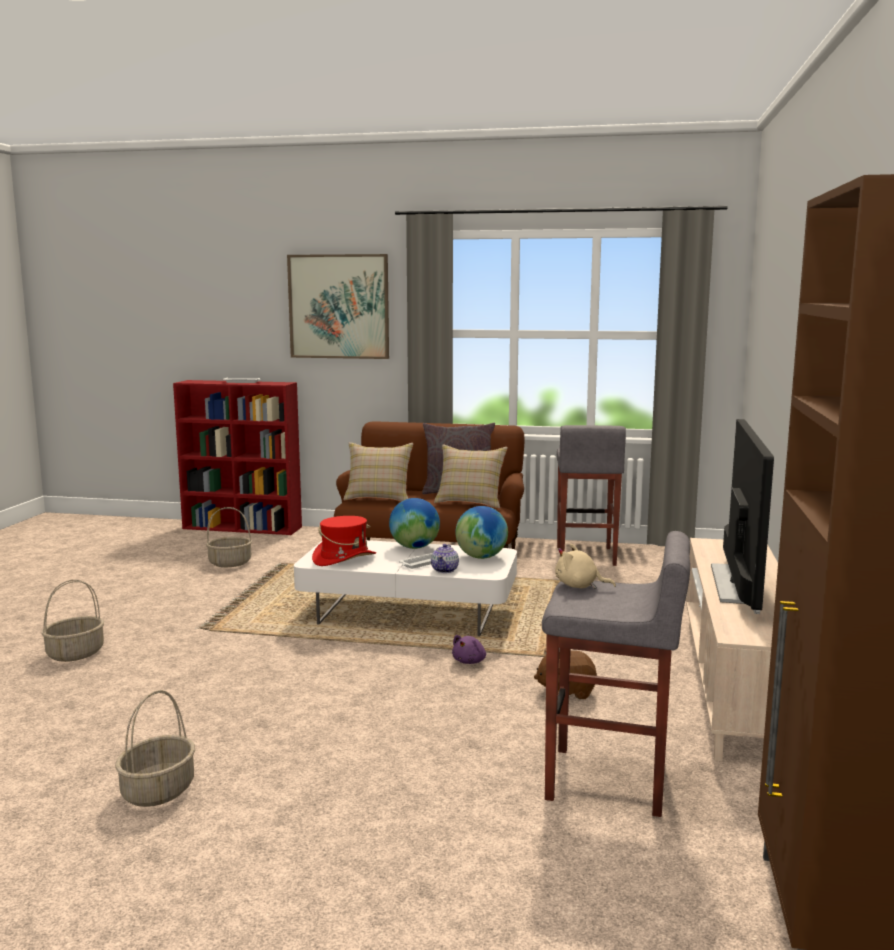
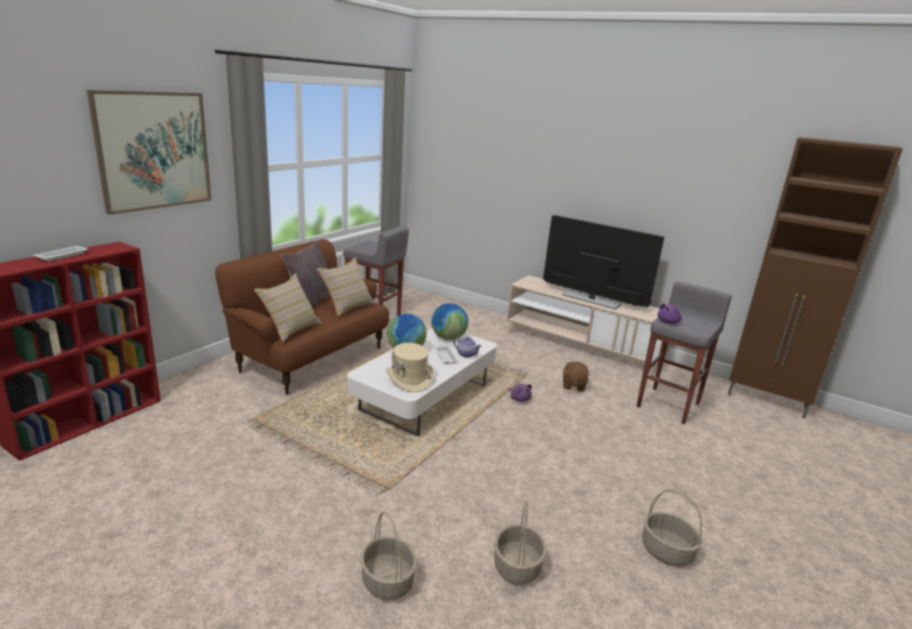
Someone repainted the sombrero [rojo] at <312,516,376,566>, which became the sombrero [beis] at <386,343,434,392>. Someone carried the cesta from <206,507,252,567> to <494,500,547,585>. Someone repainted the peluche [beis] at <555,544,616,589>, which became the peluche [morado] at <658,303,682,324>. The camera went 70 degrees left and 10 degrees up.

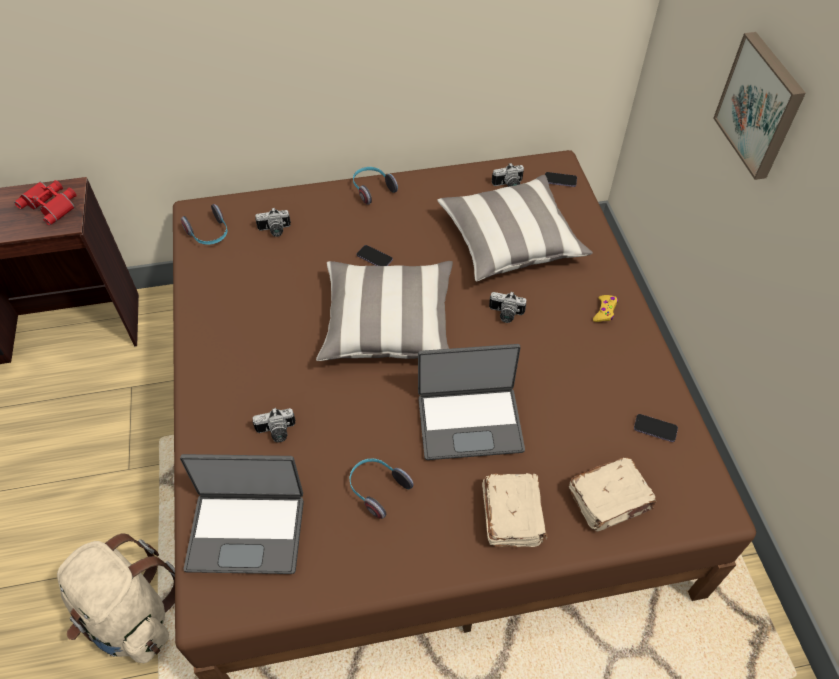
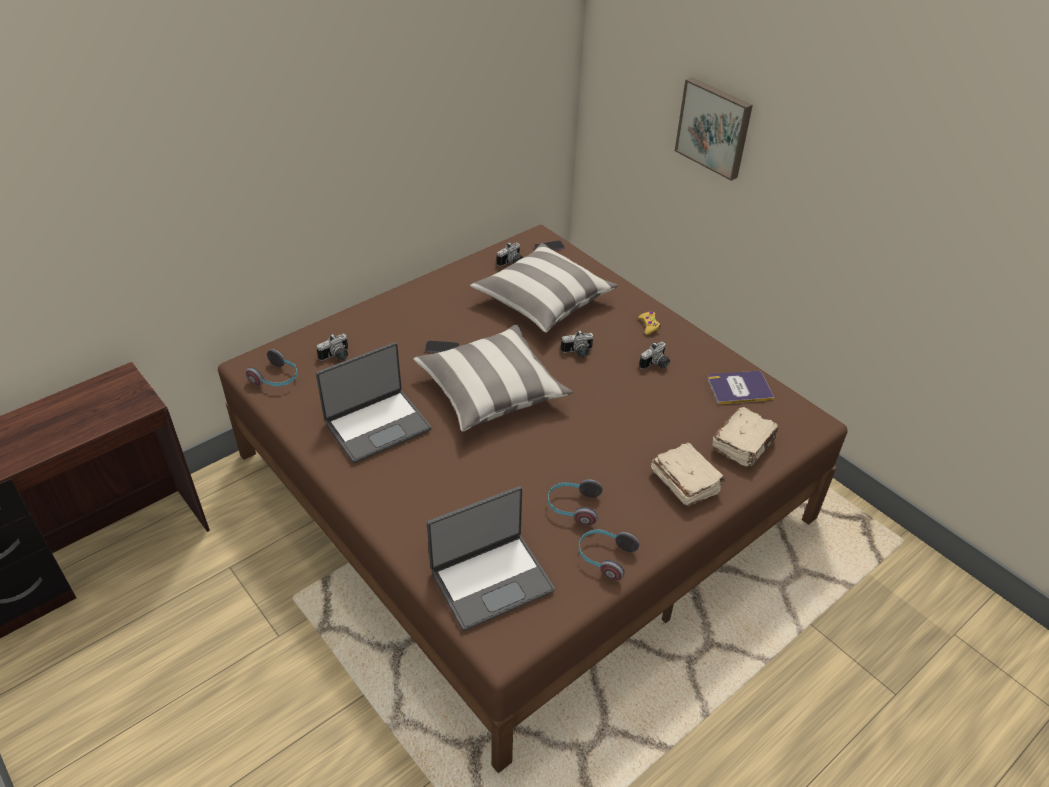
Someone carried the portátil from <418,344,525,460> to <316,342,431,463>. Someone carried the auriculares from <353,167,398,205> to <579,530,639,580>. Someone carried the cámara from <253,408,296,442> to <639,342,670,370>. Someone swapped the móvil at <634,414,678,442> for the libro at <708,371,774,405>. Someone took away the prismáticos [rojo] at <14,180,76,226>. Someone took away the mochila [beis] at <57,533,175,663>. The camera went 30 degrees left and 10 degrees down.

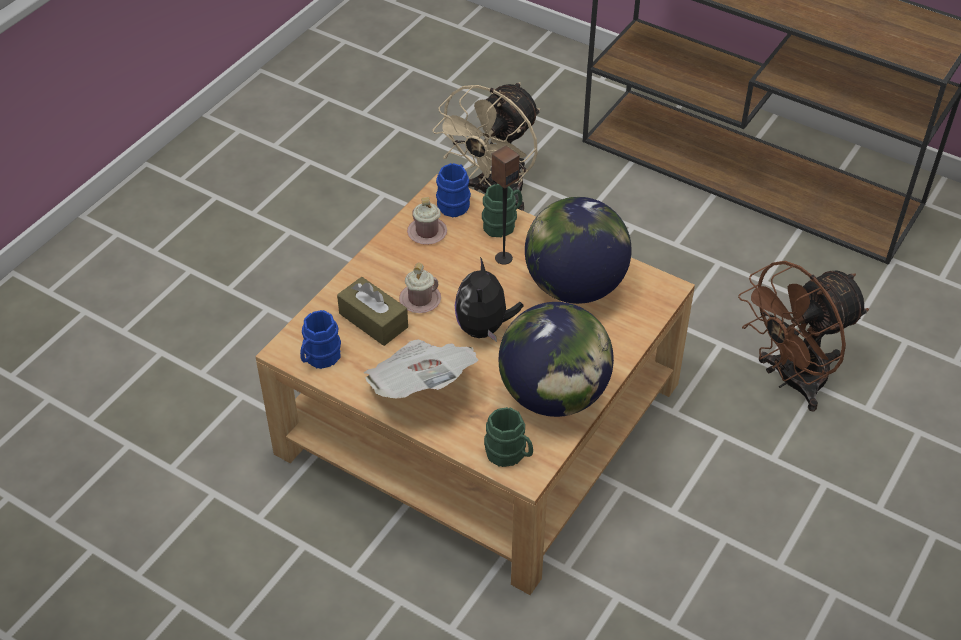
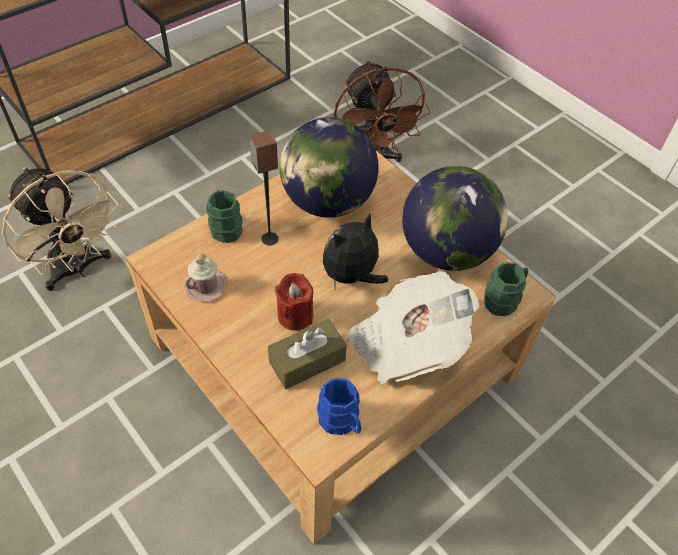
Someone swapped the taza grande [rosa] at <399,263,441,313> for the vela [rojo] at <275,273,314,330>. Someone rotated the peluche at <455,257,524,342> by 120 degrees clockwise. Someone took away the taza grande [azul] at <436,163,471,217>. The camera went 75 degrees left and 5 degrees up.

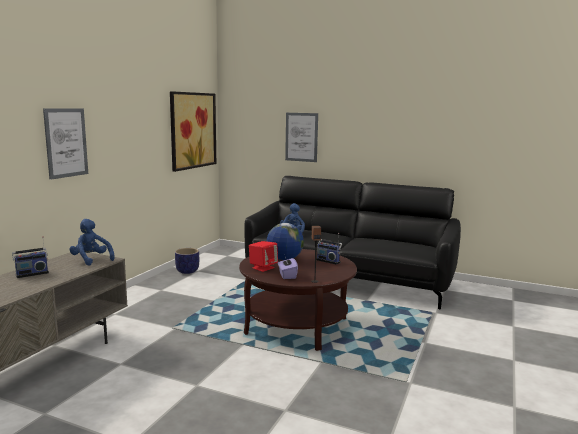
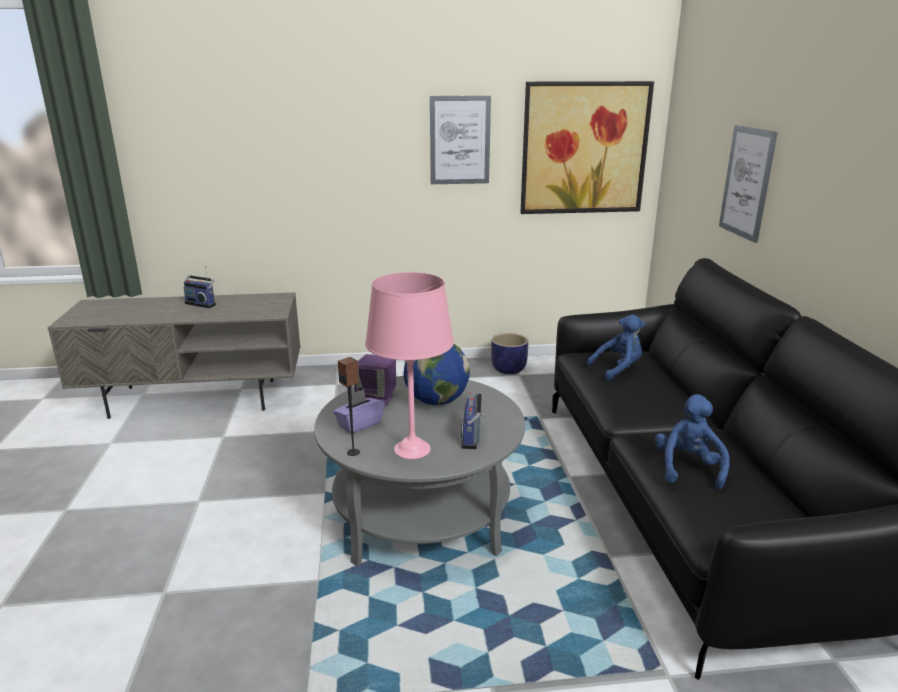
Someone repainted the mesa de centro [marrón] at <239,249,357,351>, which became the mesa de centro [gris] at <314,376,525,567>. Someone repainted the altavoz [rojo] at <249,241,278,272>, which became the altavoz [morado] at <354,354,396,406>. Someone put down the lámpara de mesa [rosa] at <365,272,454,459>. Someone carried the cuadro from <43,108,88,180> to <430,96,491,184>. Someone carried the peluche [azul] from <69,219,115,266> to <655,394,730,490>. The camera went 60 degrees right and 10 degrees up.

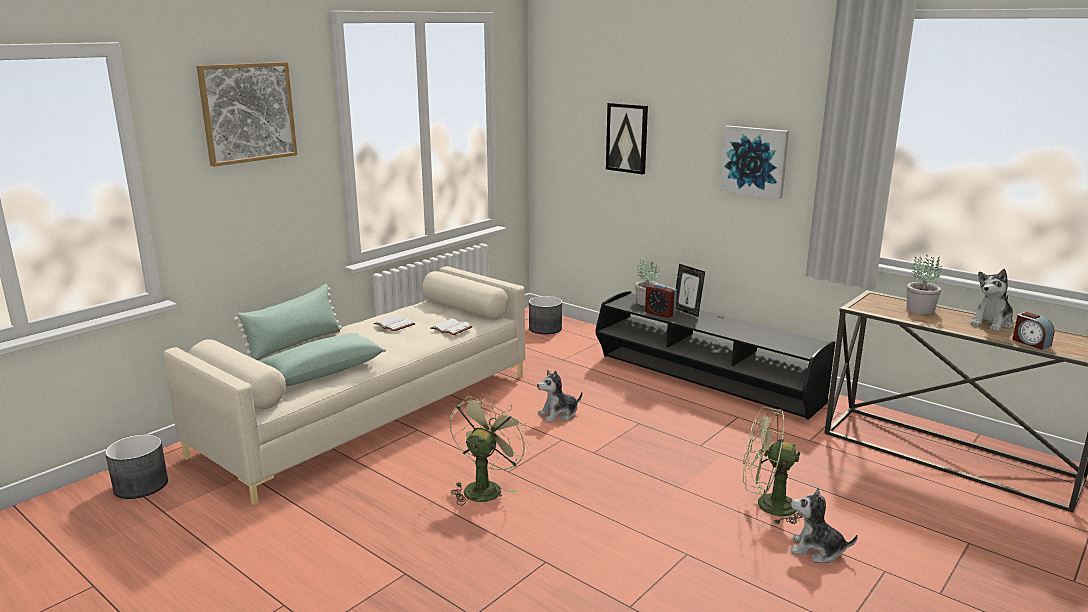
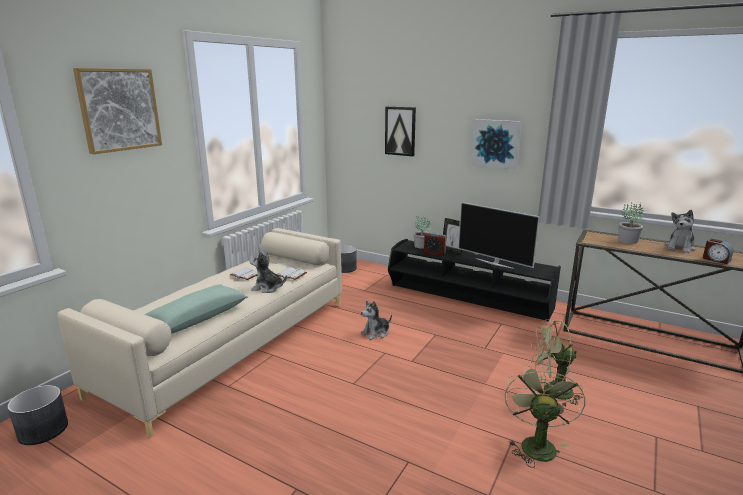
Someone carried the peluche from <790,487,858,563> to <249,251,287,293>. Someone put down the televisor at <458,202,540,269>. Someone carried the ventilador [verde] from <449,393,529,505> to <505,362,585,468>. Someone took away the cojín [verde] at <234,284,342,360>. The camera went 10 degrees left and 0 degrees up.

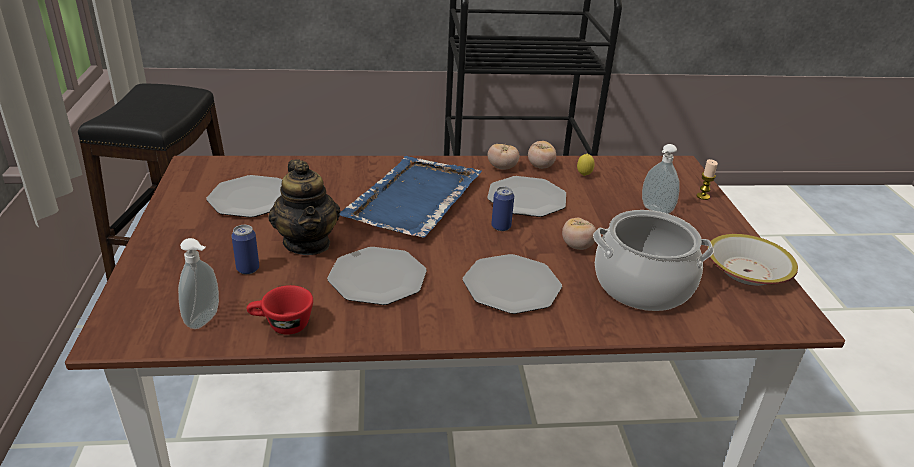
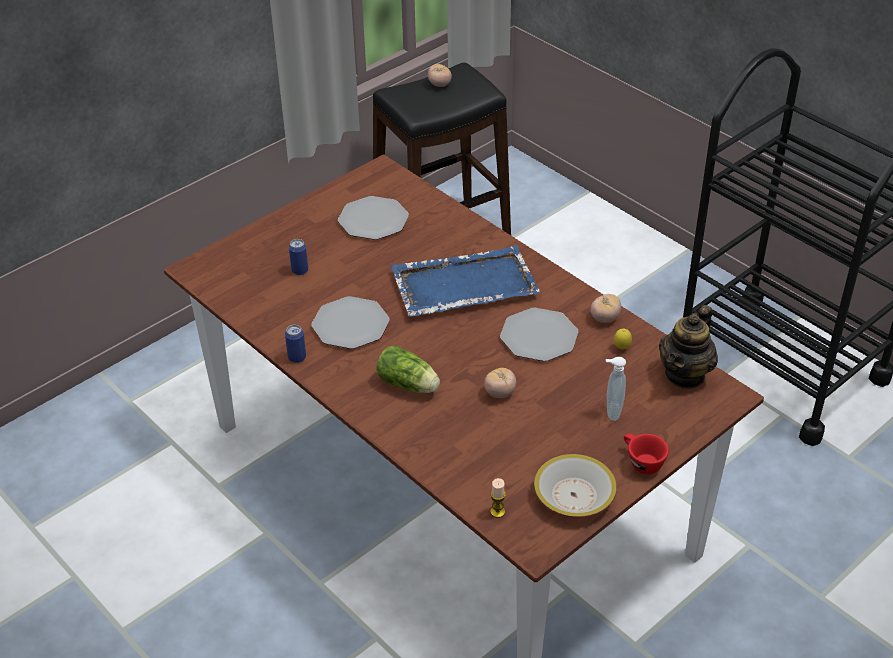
Someone carried the lata from <491,187,514,231> to <285,325,306,363>. Someone swapped the plato at <463,254,562,314> for the lechuga at <376,346,440,393>. Someone carried the tomate from <488,144,520,170> to <428,64,452,87>. Someone carried the vela from <697,159,718,200> to <490,478,506,518>. Someone carried the taza [rojo] from <247,285,313,335> to <624,433,669,474>. Someone carried the tetera from <268,160,340,255> to <659,305,718,389>. Someone took away the dispensador de jabón at <178,238,219,329>. Someone took away the olla at <593,210,714,311>. The camera went 55 degrees right and 10 degrees up.

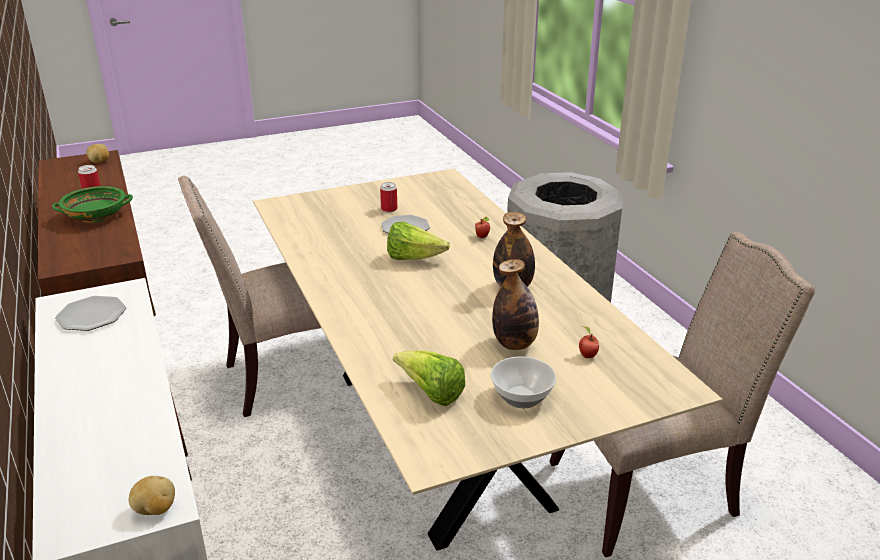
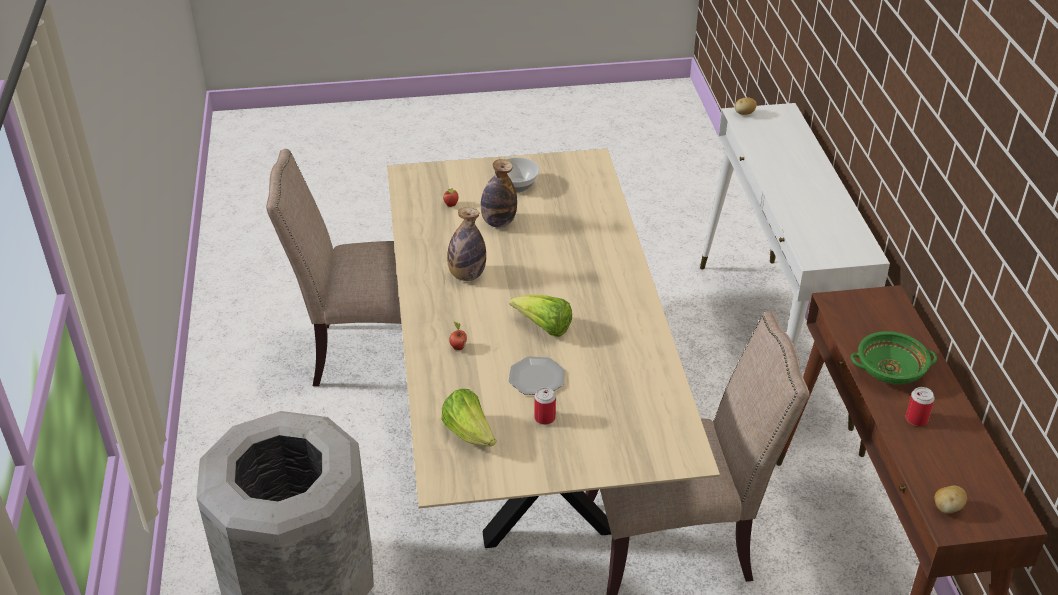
Someone carried the lechuga from <393,350,465,406> to <441,389,496,447>. Someone took away the plato at <55,296,126,331>. The camera went 165 degrees left and 10 degrees up.

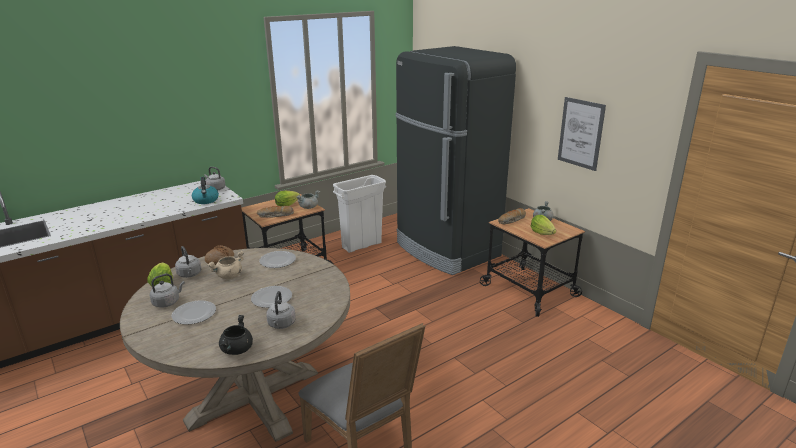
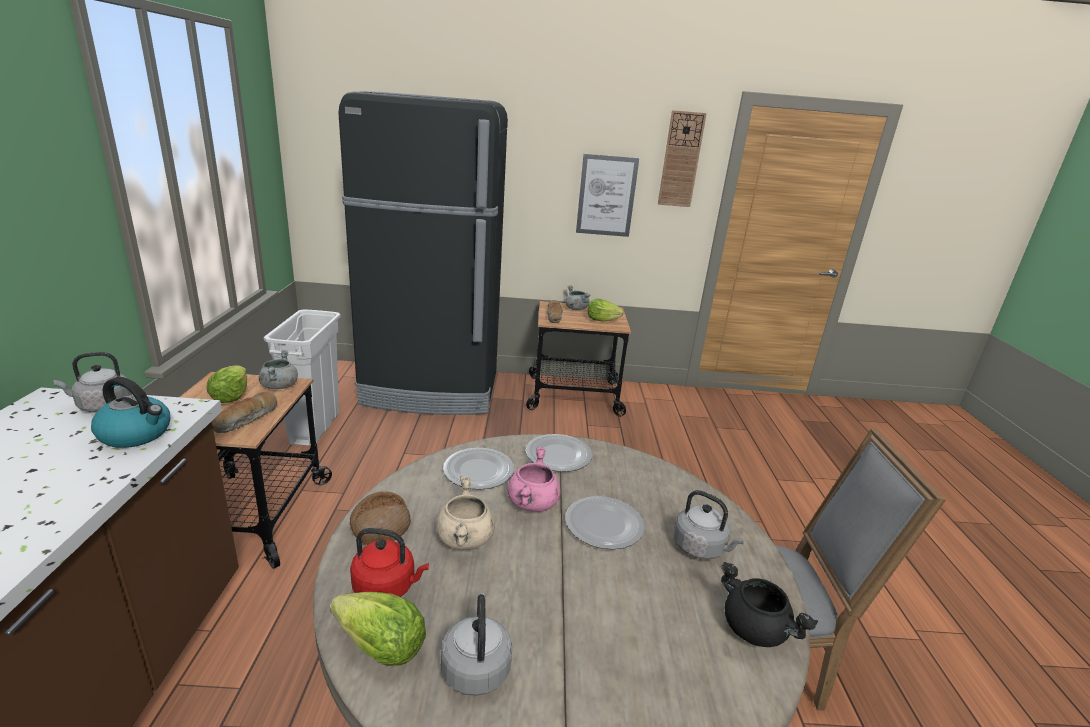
Someone repainted the hervidor [gris] at <175,246,202,278>, which became the hervidor [rojo] at <350,528,429,597>. Someone put down the olla [rosa] at <508,447,560,512>. Someone carried the plato from <172,301,216,324> to <525,434,592,472>. Someone put up the reloj de pared at <658,110,707,207>. The camera went 55 degrees left and 0 degrees up.

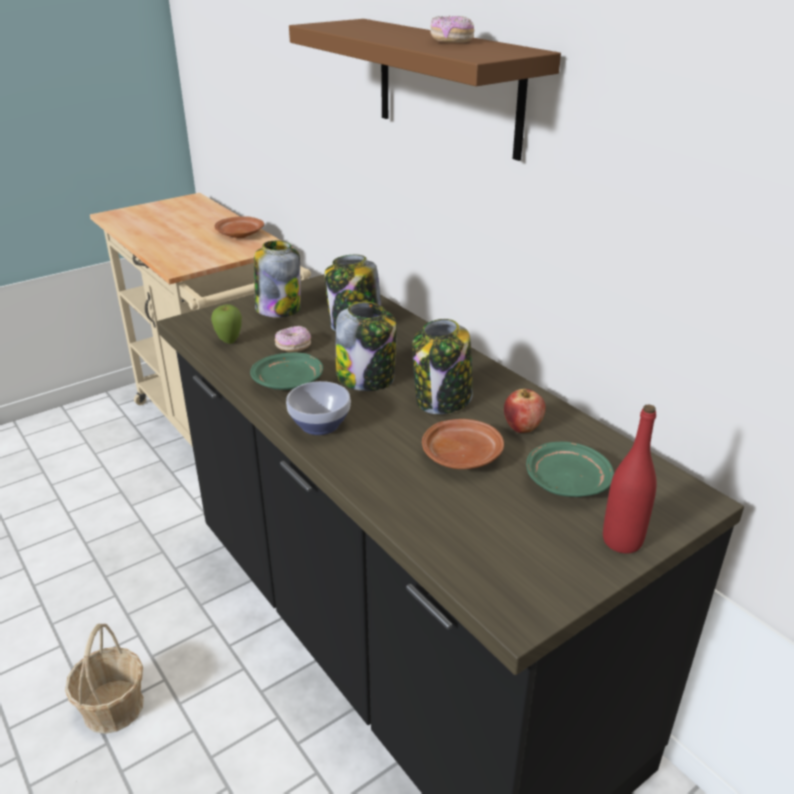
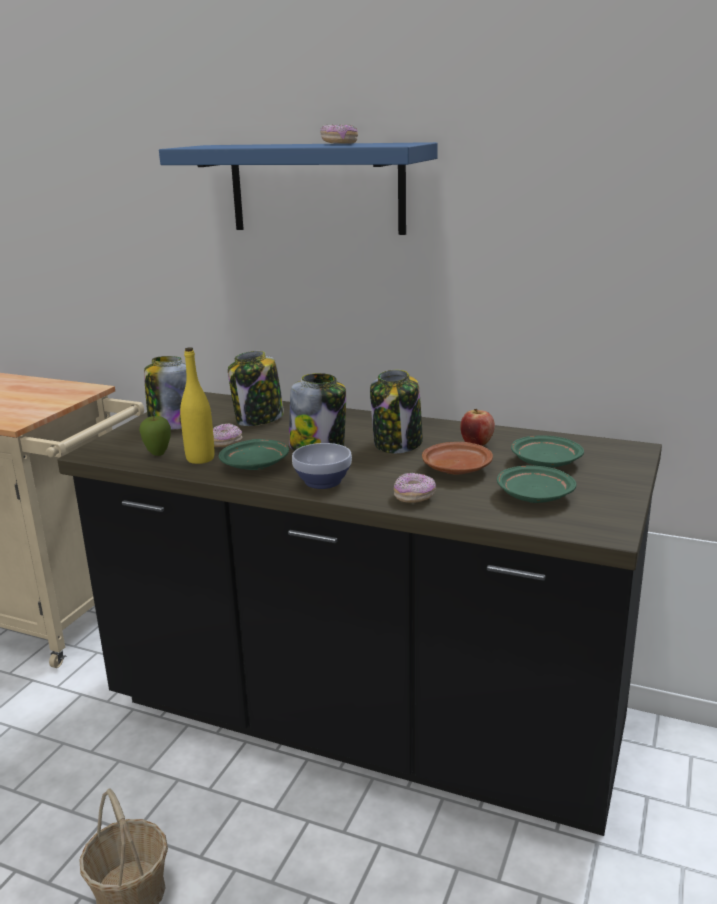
Someone repainted the estante [marrón] at <289,19,561,161>, which became the estante [azul] at <159,142,438,235>. Someone put down the botella [amarillo] at <180,347,214,464>. Someone put down the rosquilla at <394,473,436,503>. Someone put down the plato [verde] at <497,466,576,503>. Someone took away the plato [marrón] at <215,216,264,238>. Someone took away the botella [rojo] at <603,404,657,553>. The camera went 30 degrees left and 10 degrees down.

